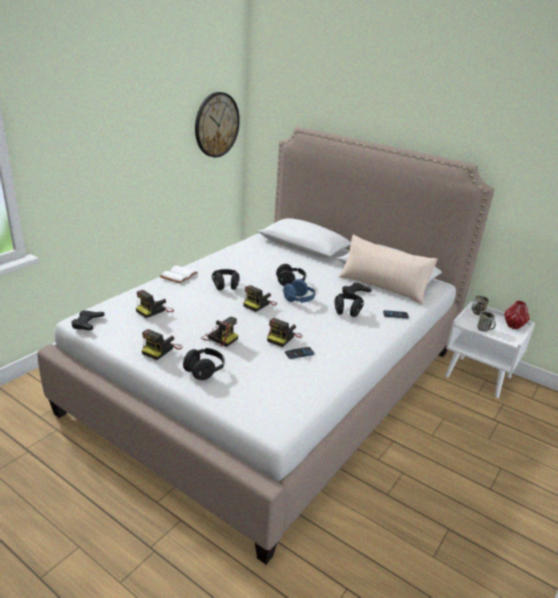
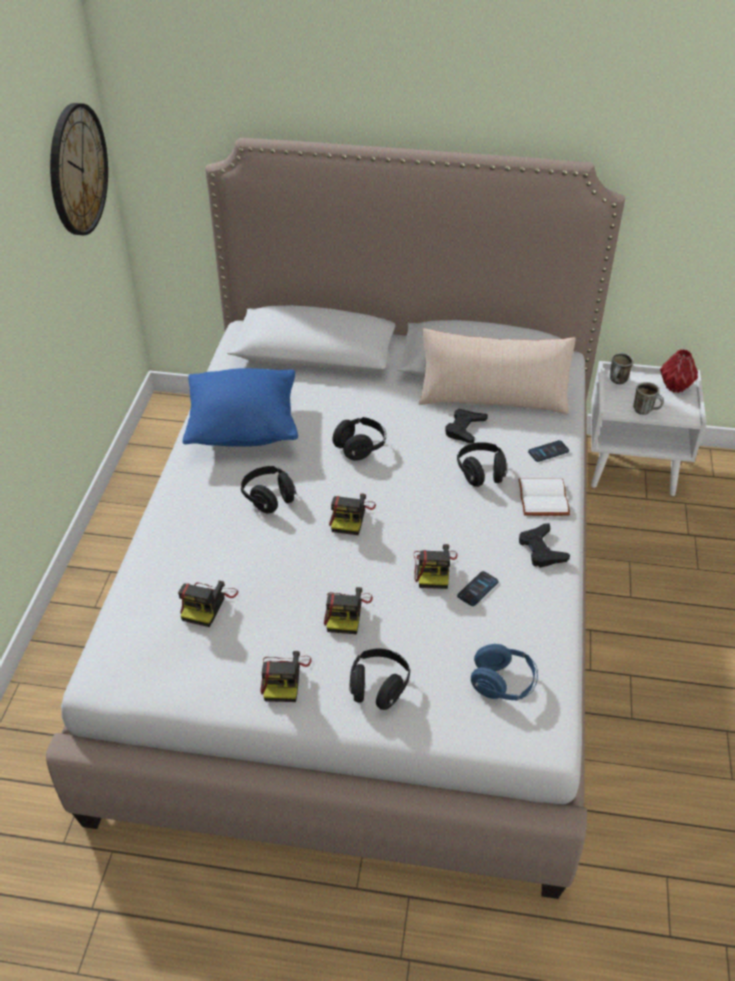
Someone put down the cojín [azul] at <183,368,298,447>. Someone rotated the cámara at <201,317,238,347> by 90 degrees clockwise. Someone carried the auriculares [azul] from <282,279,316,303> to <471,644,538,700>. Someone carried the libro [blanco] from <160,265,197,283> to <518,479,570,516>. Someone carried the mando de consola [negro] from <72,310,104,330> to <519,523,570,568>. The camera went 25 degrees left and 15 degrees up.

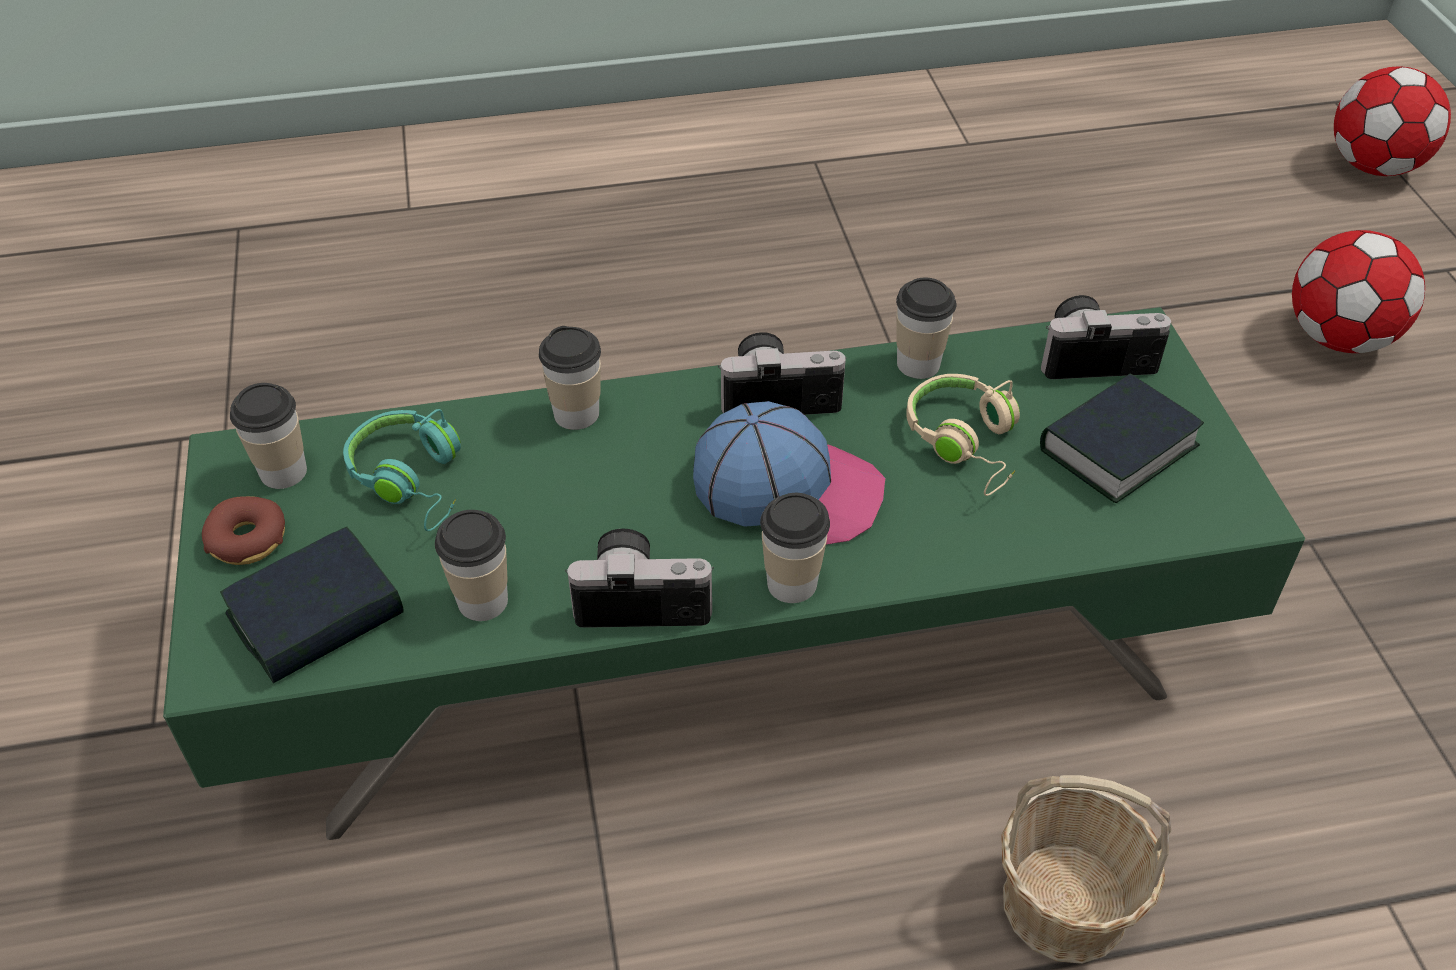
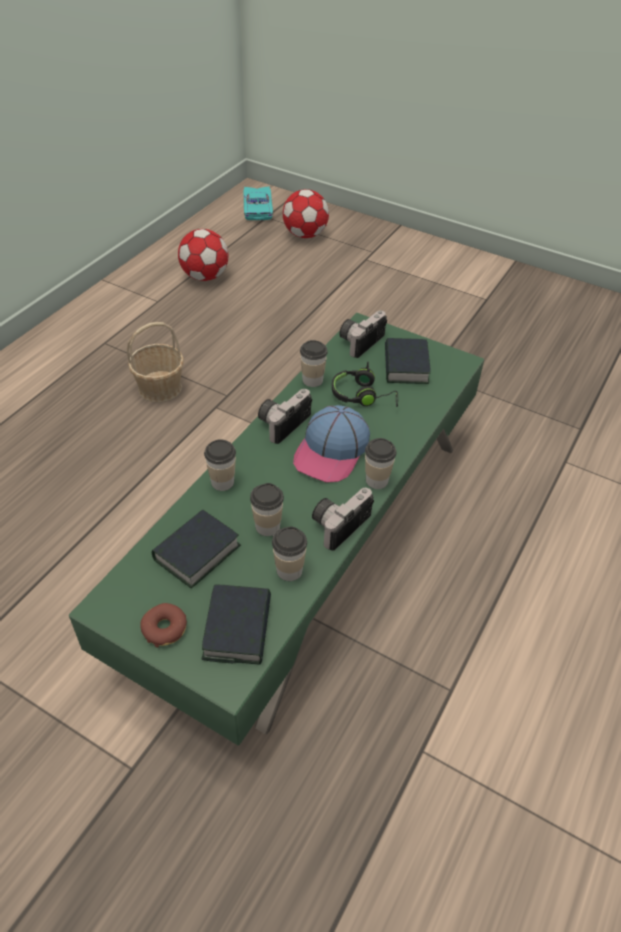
Someone carried the cesta from <1001,775,1171,964> to <127,322,184,403>. Someone swapped the auriculares [turquesa] at <343,409,461,531> for the libro at <152,509,241,588>. Someone carried the balón de fútbol from <1292,230,1425,353> to <178,229,229,281>. Someone put down the coche de juguete [turquesa] at <243,186,273,220>. Someone carried the taza from <230,383,307,489> to <250,483,284,536>. Someone rotated the gorra at <693,401,885,545> by 150 degrees clockwise. Someone repainted the auriculares [beis] at <906,374,1020,496>, which became the auriculares [negro] at <332,362,398,407>. The camera went 50 degrees left and 0 degrees up.

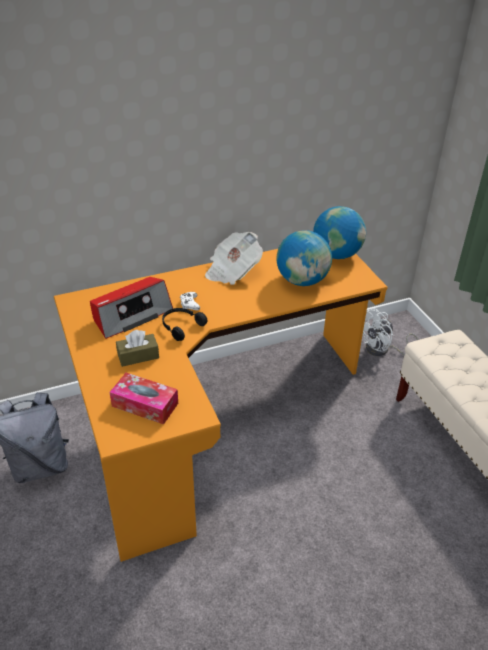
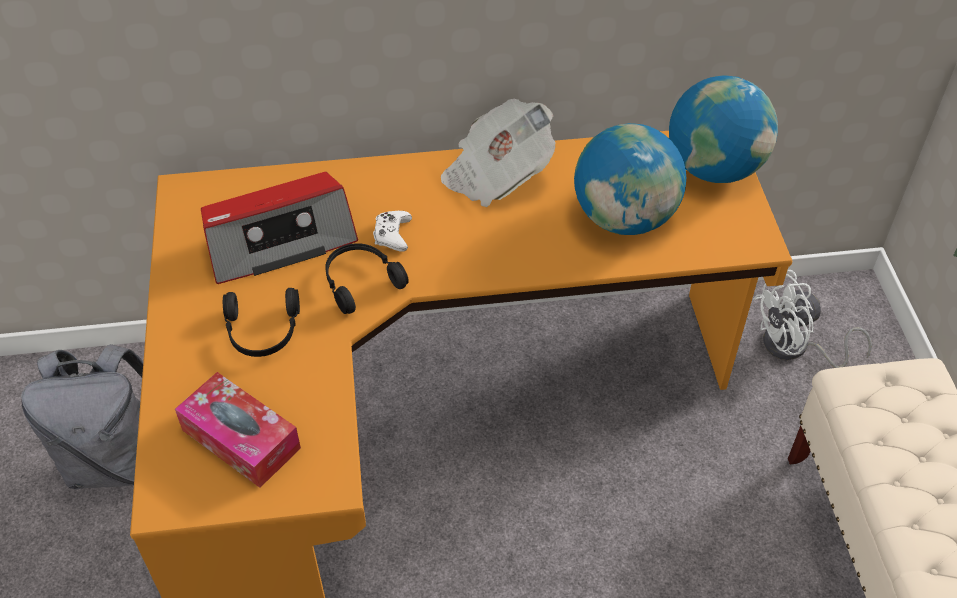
Someone swapped the caja de pañuelos [marrón] at <116,330,159,367> for the auriculares [negro] at <223,288,300,357>. The camera went 15 degrees right and 10 degrees up.

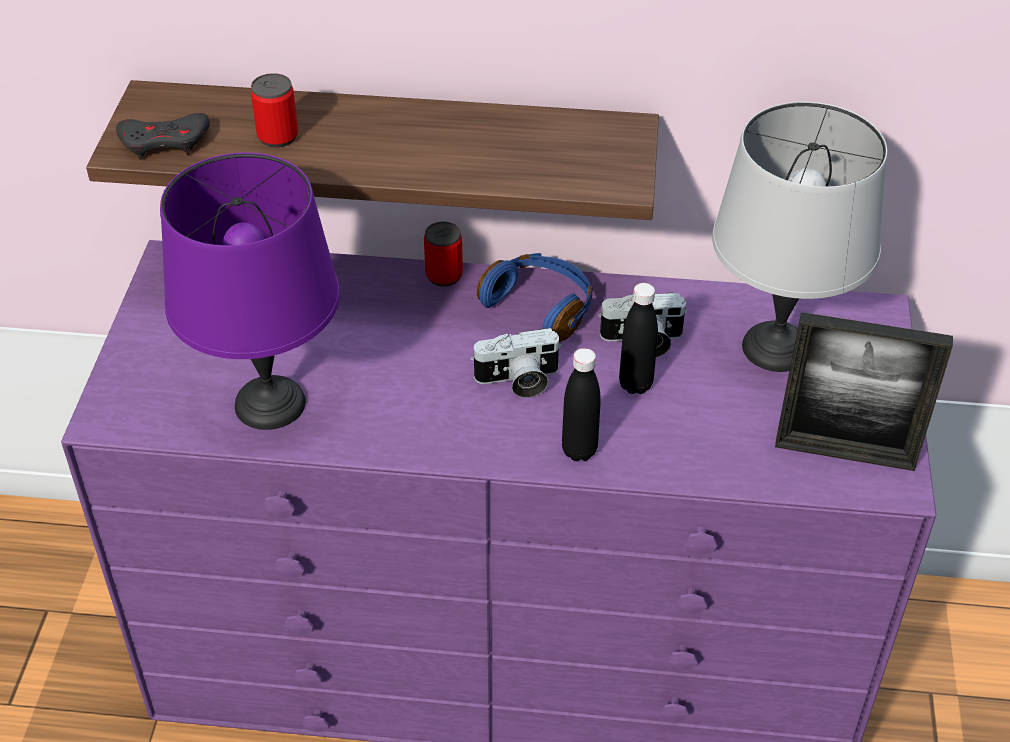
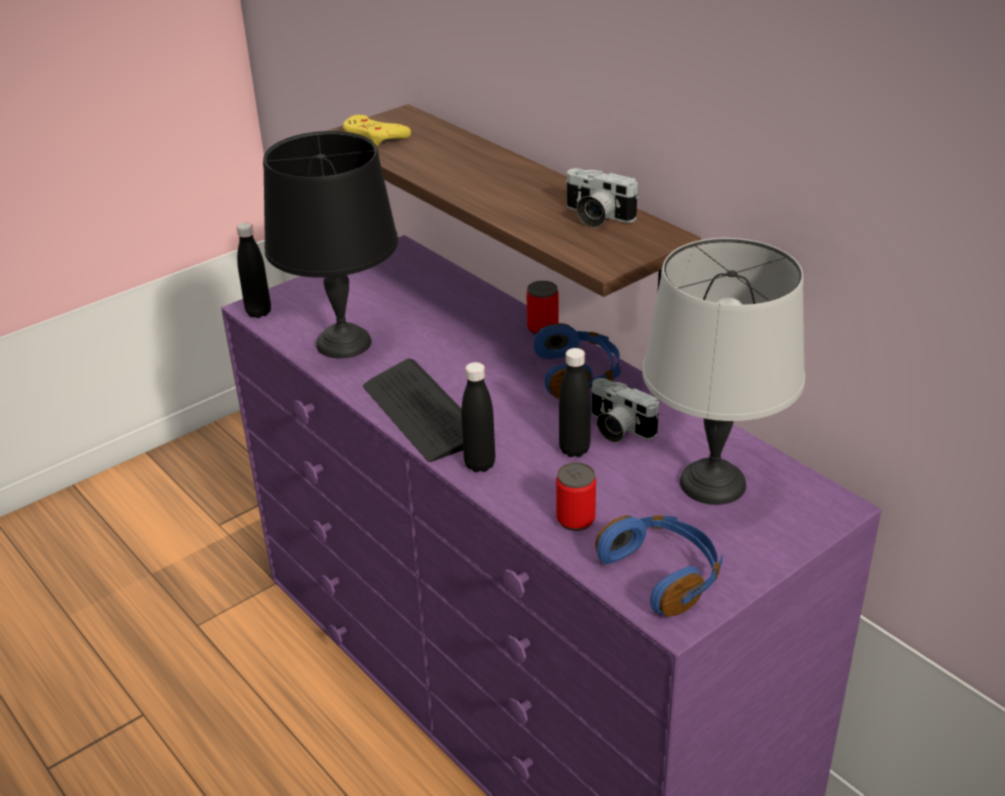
Someone put down the botella [negro] at <237,223,271,318>. Someone repainted the lámpara de mesa [morado] at <160,153,340,430>, which became the lámpara de mesa [negro] at <263,131,398,359>. Someone repainted the mando de consola [gris] at <116,113,210,160>, which became the mando de consola [amarillo] at <343,115,411,146>. Someone put down the teclado at <363,358,463,462>. Someone carried the lata from <251,73,298,147> to <556,462,596,531>. Someone carried the cámara from <471,328,562,398> to <565,168,639,228>. Someone swapped the portarretratos at <775,312,953,471> for the auriculares [azul] at <595,515,723,617>. The camera went 45 degrees right and 10 degrees down.

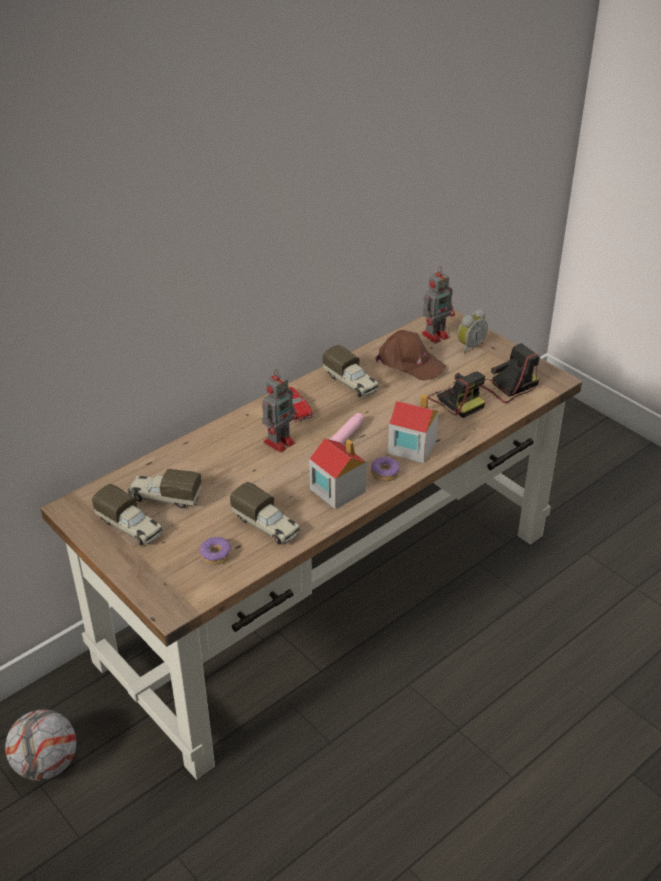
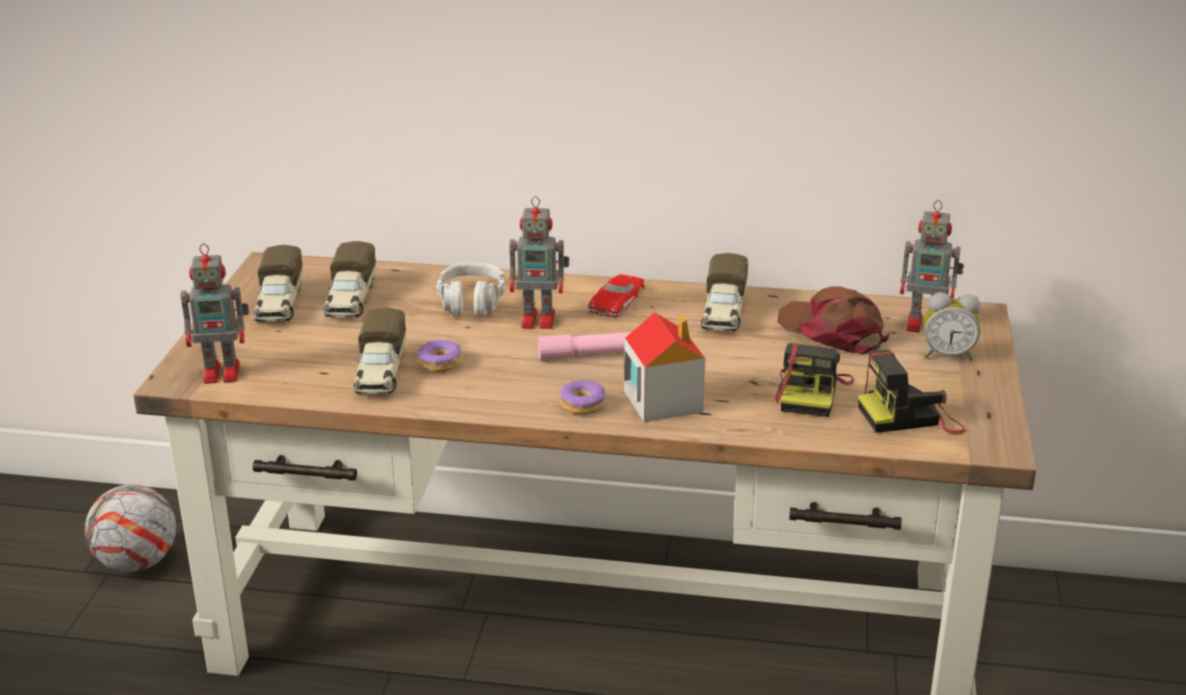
Someone put down the robot de juguete at <181,243,249,384>. Someone rotated the camión de juguete at <128,469,202,508> by 150 degrees counterclockwise. Someone carried the rosquilla from <200,537,231,565> to <418,340,462,372>. Someone put down the auriculares [gris] at <436,262,506,316>. Someone rotated the gorra [marrón] at <376,330,447,381> by 150 degrees clockwise. Someone rotated the cámara at <480,343,540,403> by 150 degrees clockwise. Someone took away the casita at <309,438,366,510>. The camera went 50 degrees right and 10 degrees down.

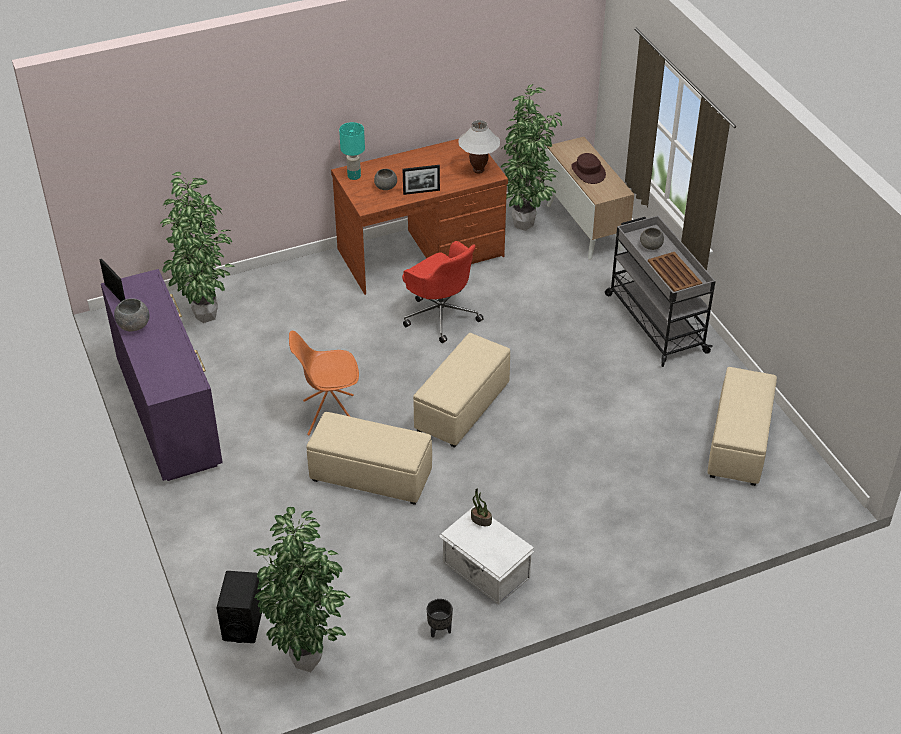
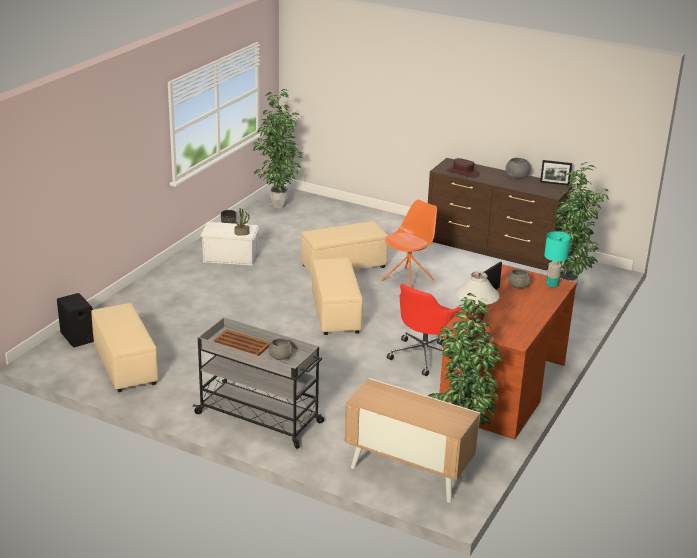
Someone carried the altavoz [negro] from <216,571,262,643> to <57,293,94,347>. Someone rotated the silla de oficina [rojo] at <402,241,484,343> by 60 degrees counterclockwise. Someone repainted the cómoda [morado] at <101,269,223,481>, which became the cómoda [marrón] at <428,158,572,271>. Someone carried the sombrero [marrón] from <571,153,606,184> to <447,158,480,178>. The camera went 140 degrees right and 15 degrees down.

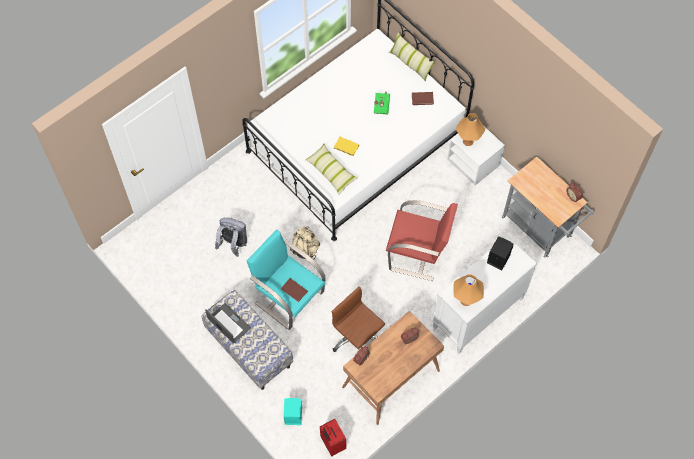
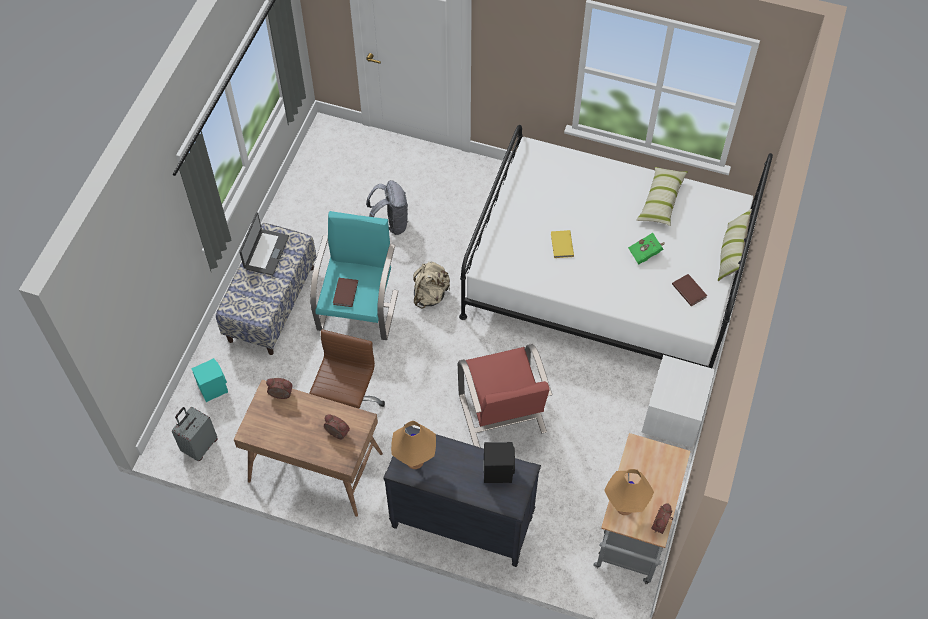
Someone repainted the maleta [rojo] at <320,419,346,456>, which became the maleta [gris] at <172,407,218,461>. Someone repainted the cómoda [blanco] at <433,235,537,354>, which became the cómoda [negro] at <383,425,541,567>. Someone carried the lámpara de mesa [naranja] from <456,113,485,146> to <604,469,654,515>. Someone carried the cojín from <306,144,358,195> to <636,167,688,226>. The camera went 60 degrees right and 5 degrees down.

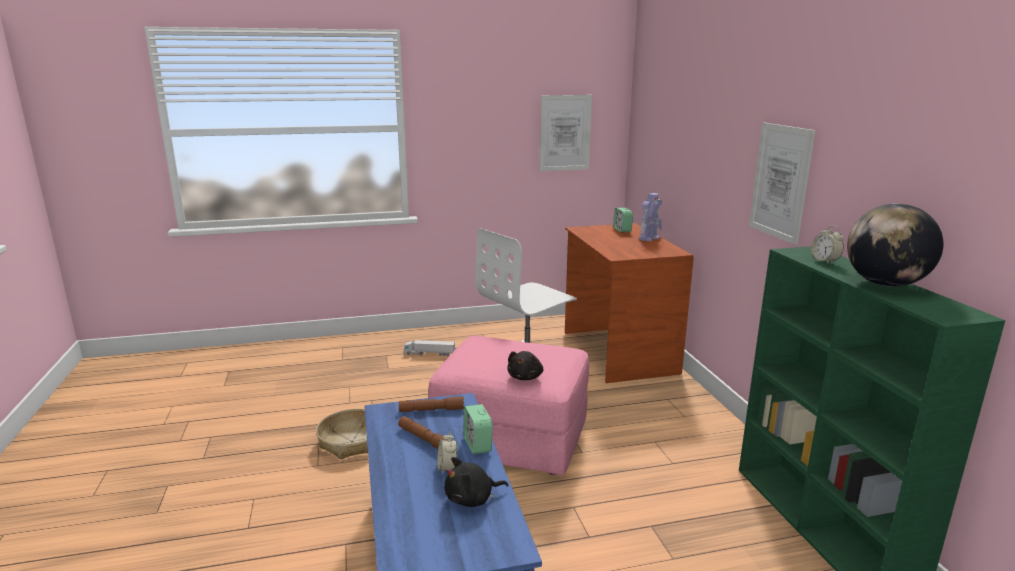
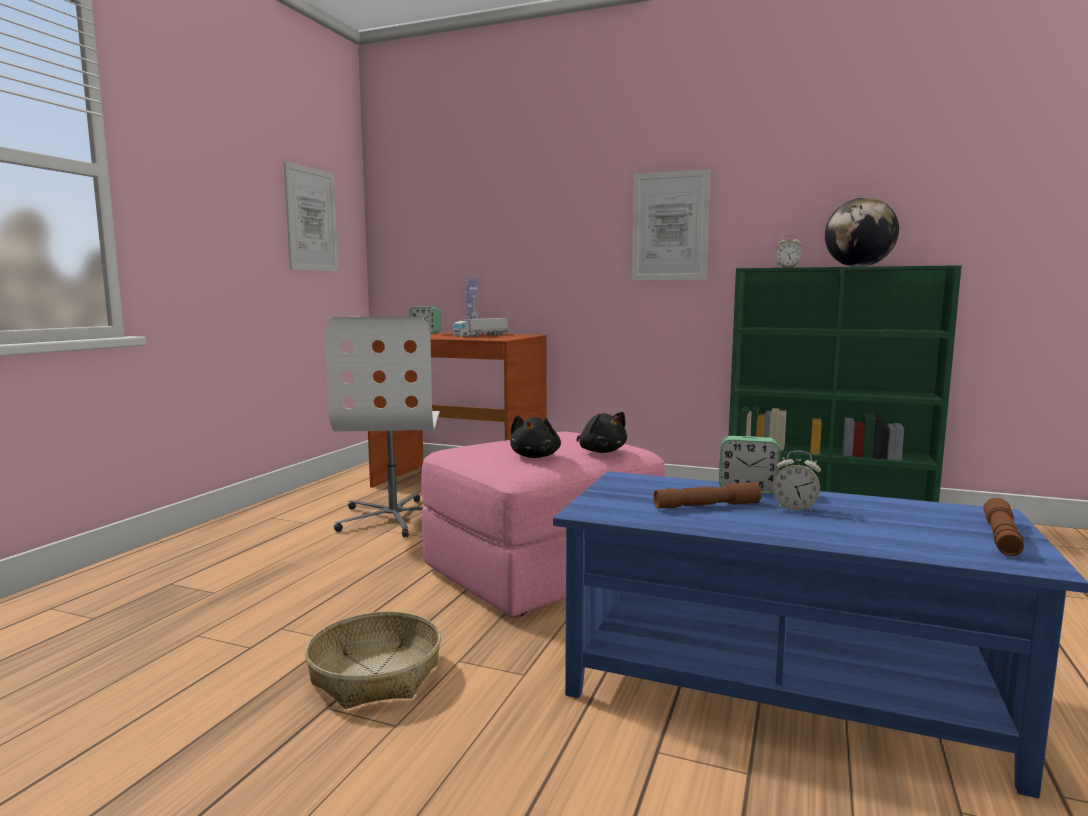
Someone carried the camión de juguete from <404,340,455,357> to <453,318,508,337>. Someone carried the peluche [negro] from <444,457,508,507> to <510,415,561,458>. Someone carried the linterna [marrón] from <399,396,464,412> to <983,498,1024,556>. The camera went 55 degrees left and 10 degrees down.

